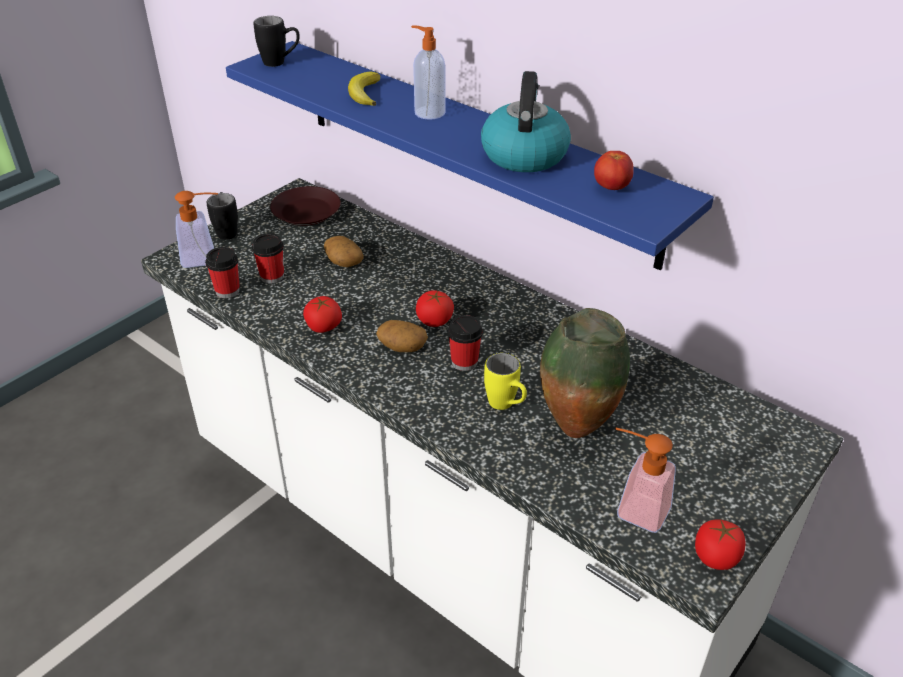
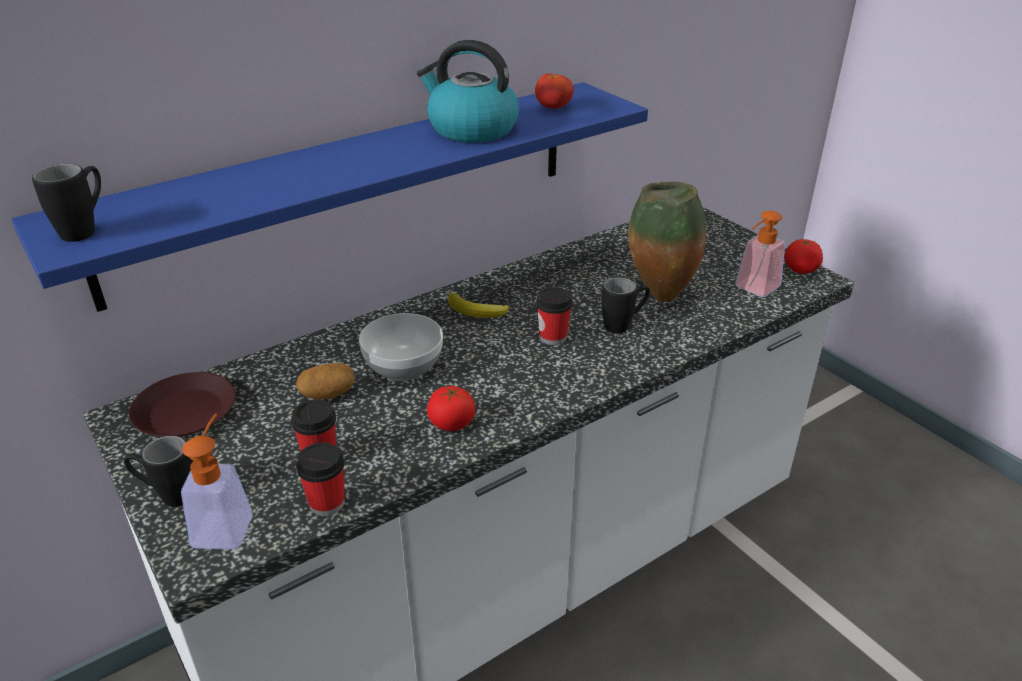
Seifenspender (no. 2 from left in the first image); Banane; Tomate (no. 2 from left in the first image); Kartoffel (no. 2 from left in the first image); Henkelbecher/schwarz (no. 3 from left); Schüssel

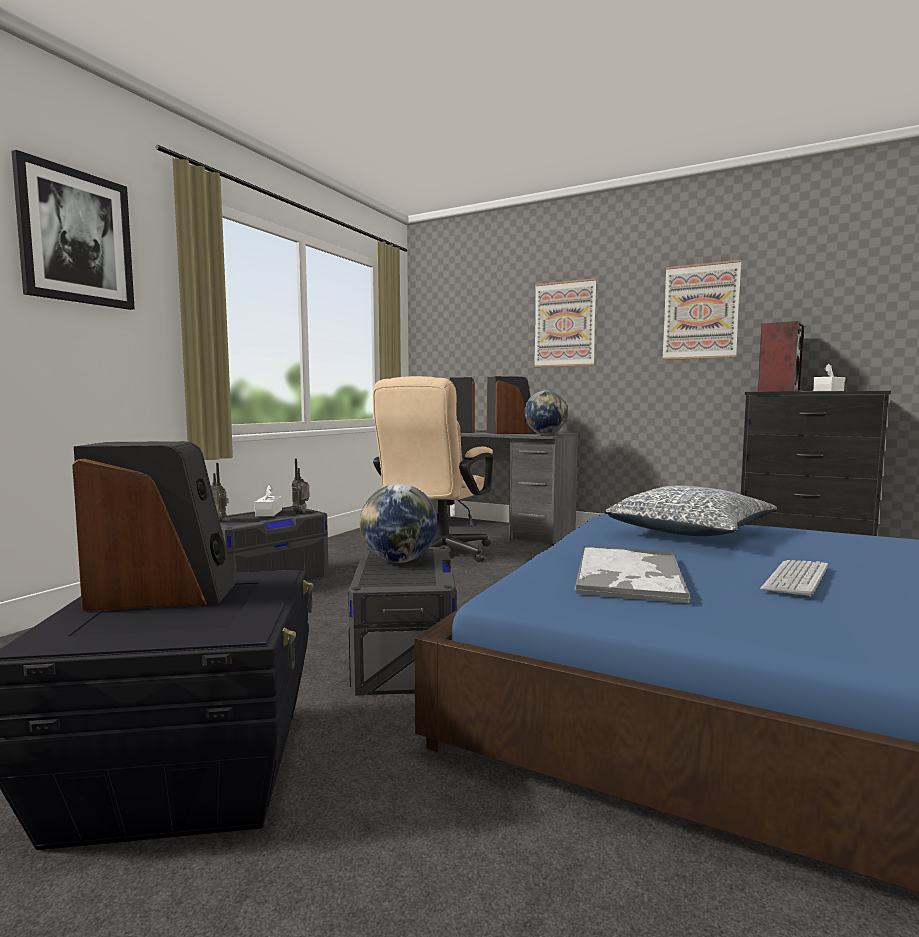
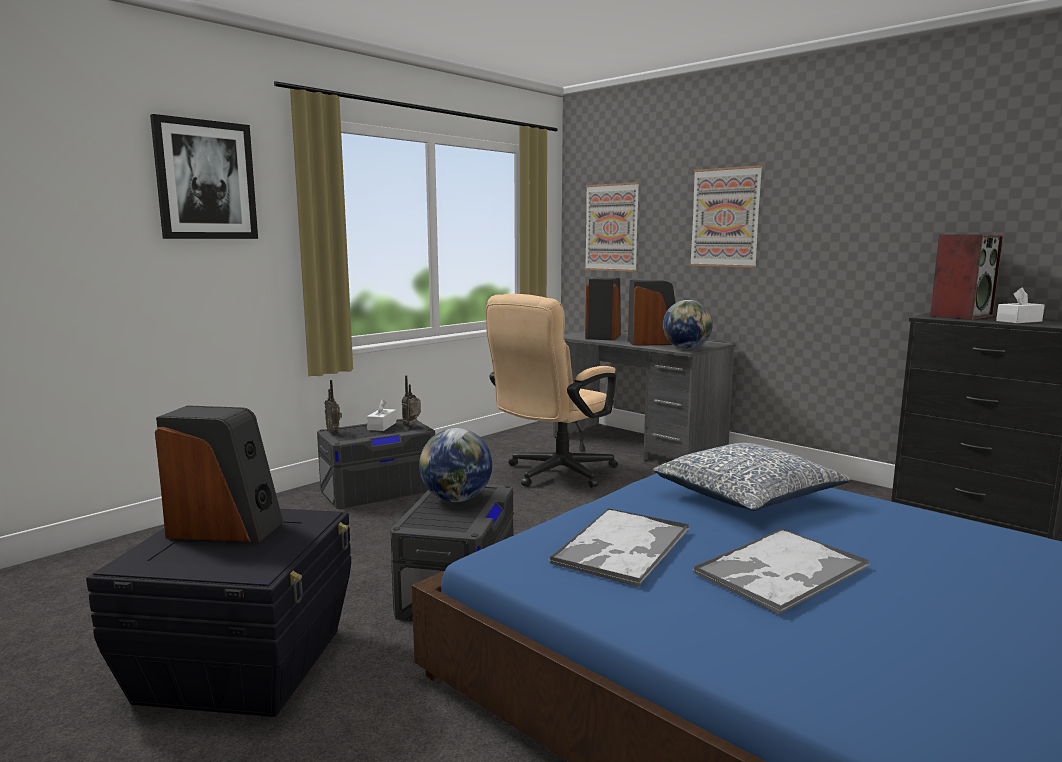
Bild (no. 2 from left); Tablett (no. 2 from left)

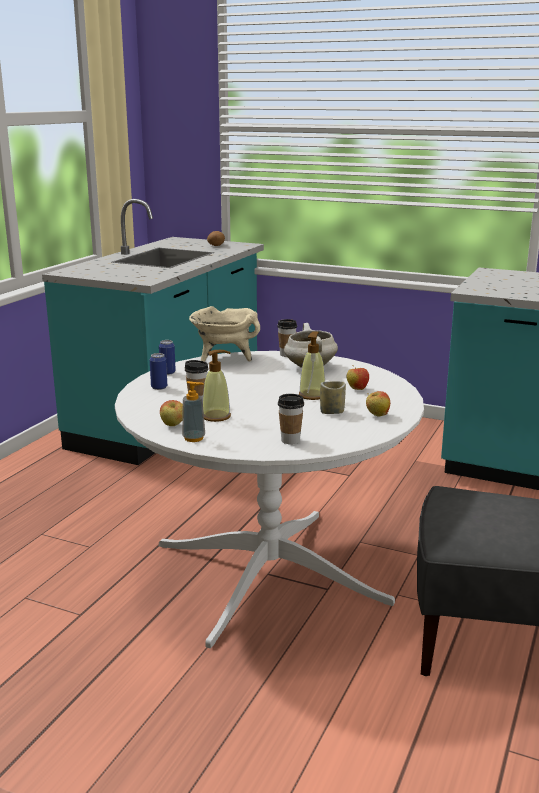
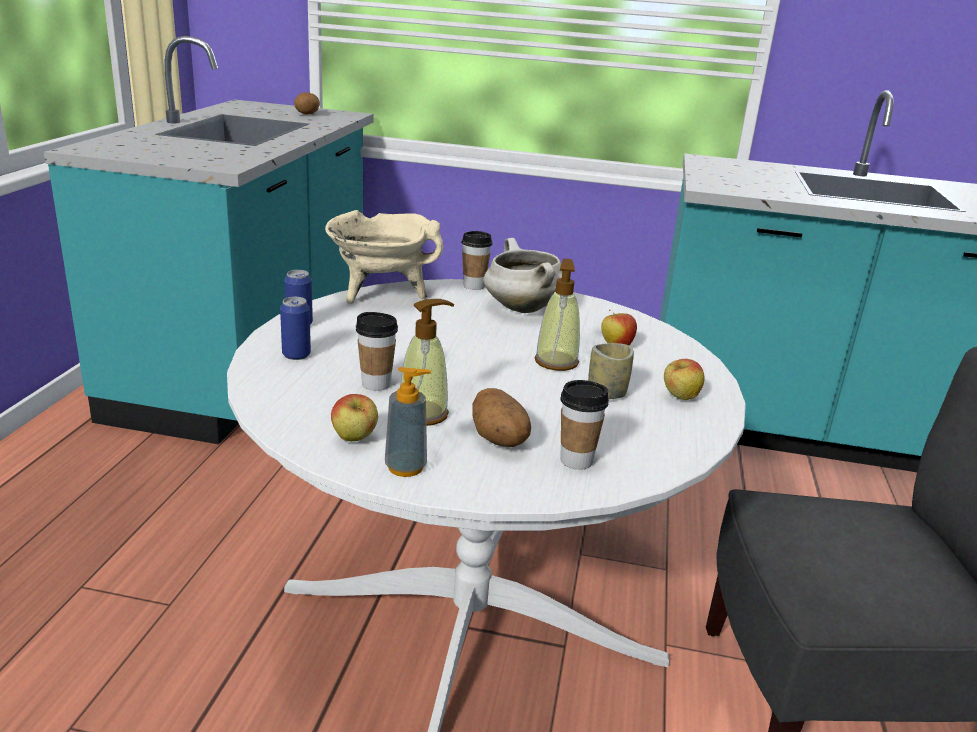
Kartoffel (no. 2 from left)

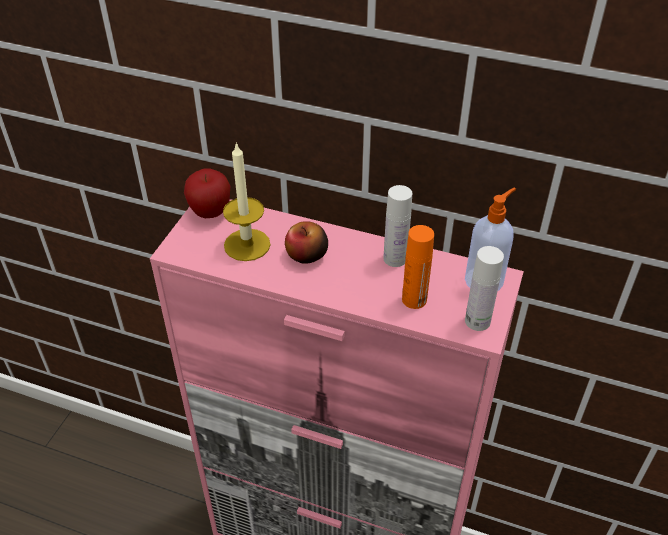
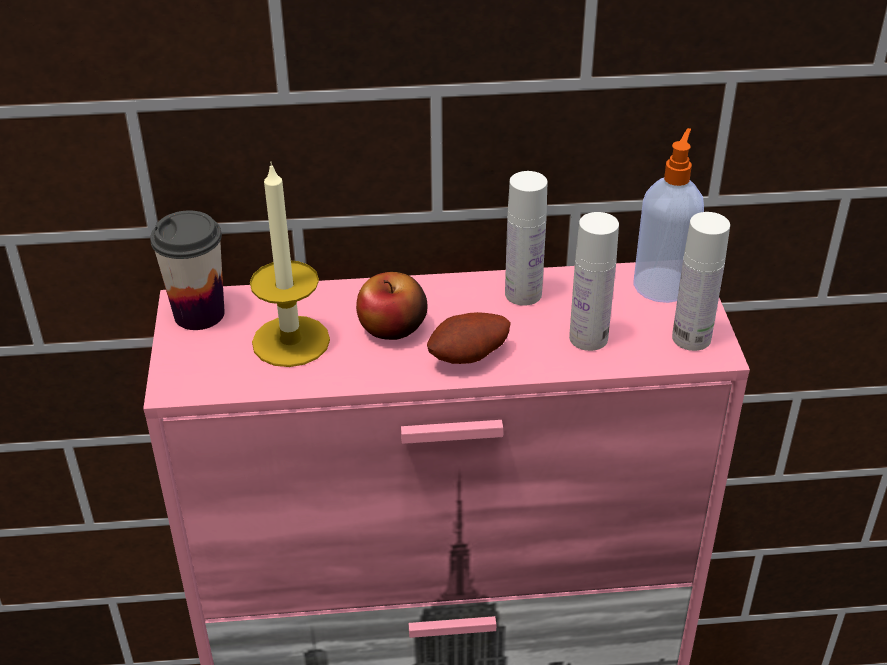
Tasse; Flasche/weiß (no. 2 from left); Kartoffel

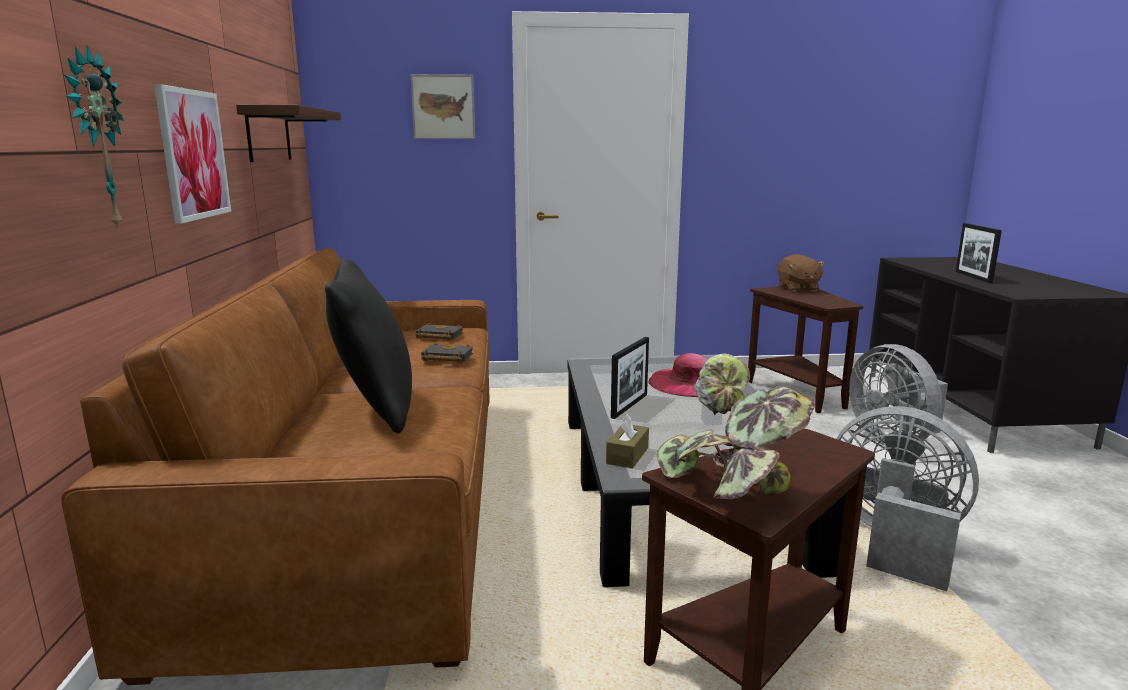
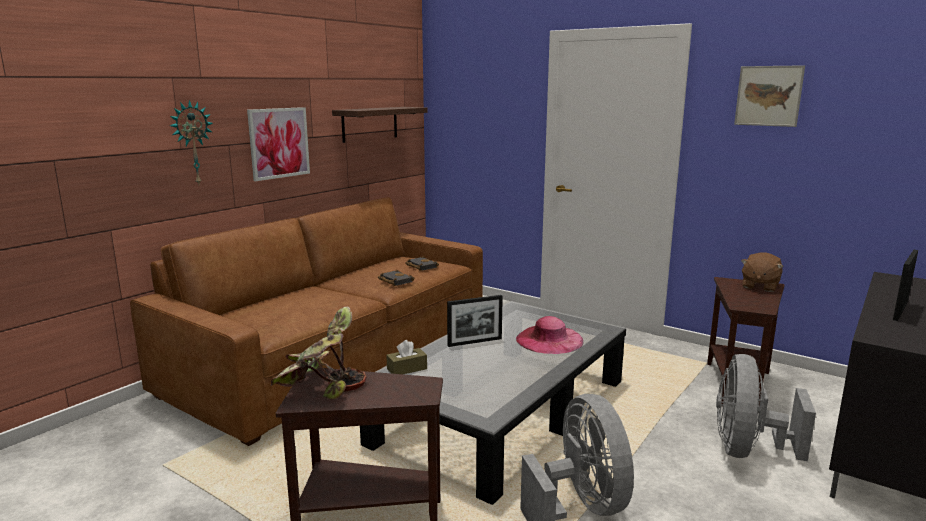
Bild (no. 2 from left); Kissen/schwarz

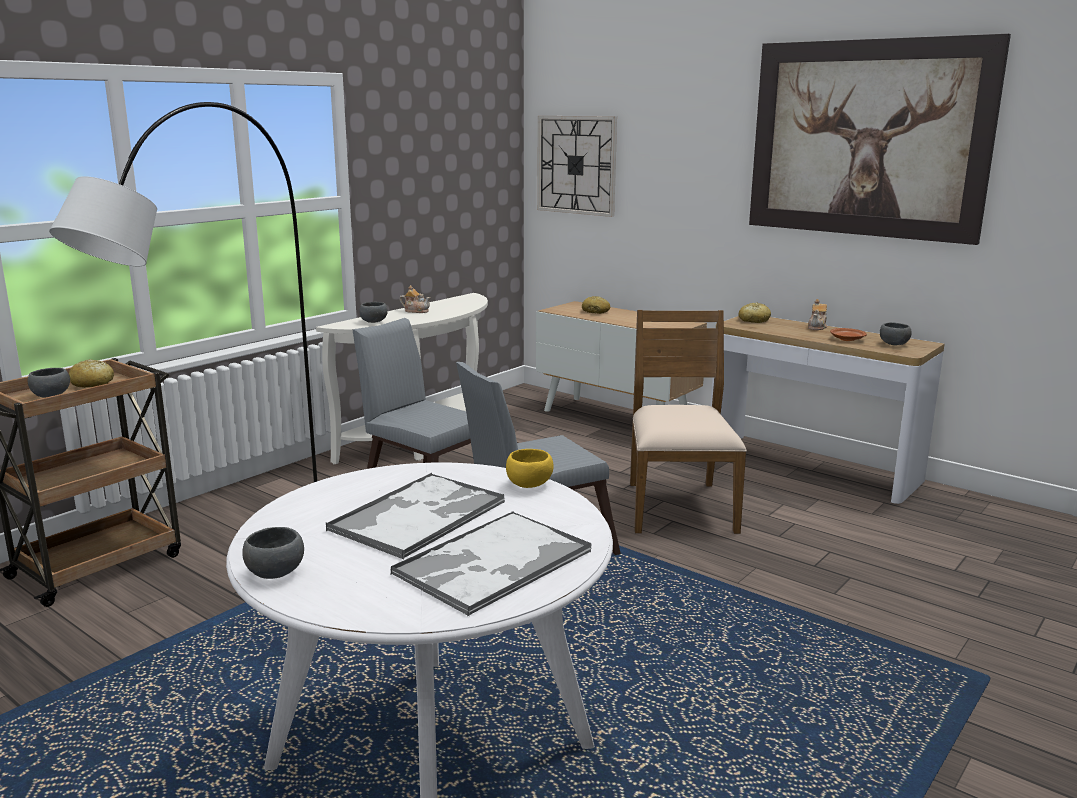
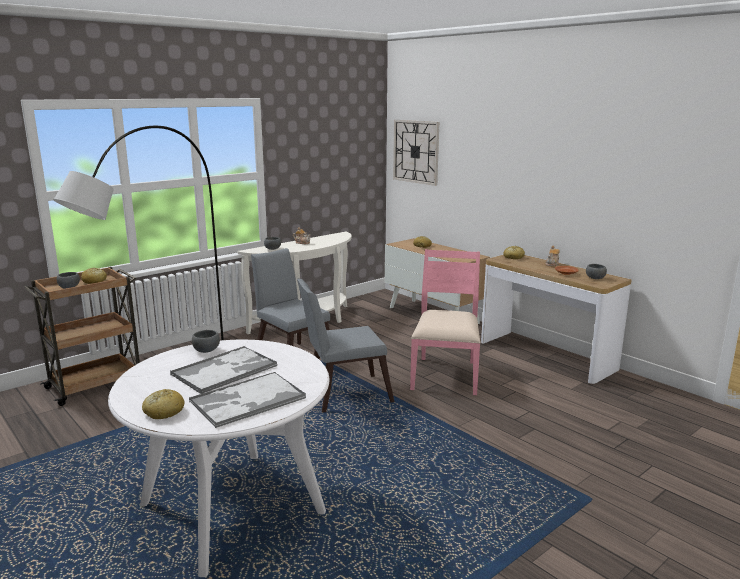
Bild; Stuhl/rosa; Schüssel/gelb; Schüssel/grau (no. 2 from left); Brot (no. 2 from left)

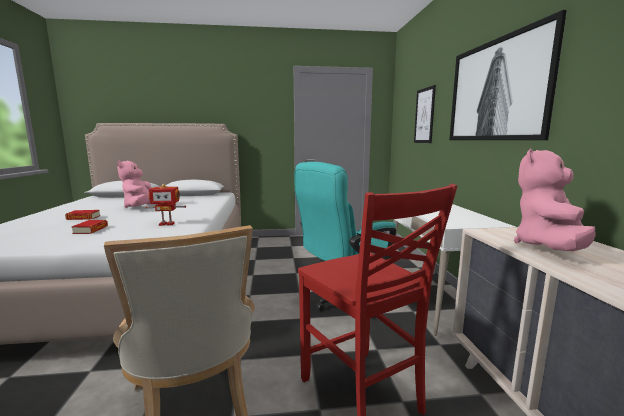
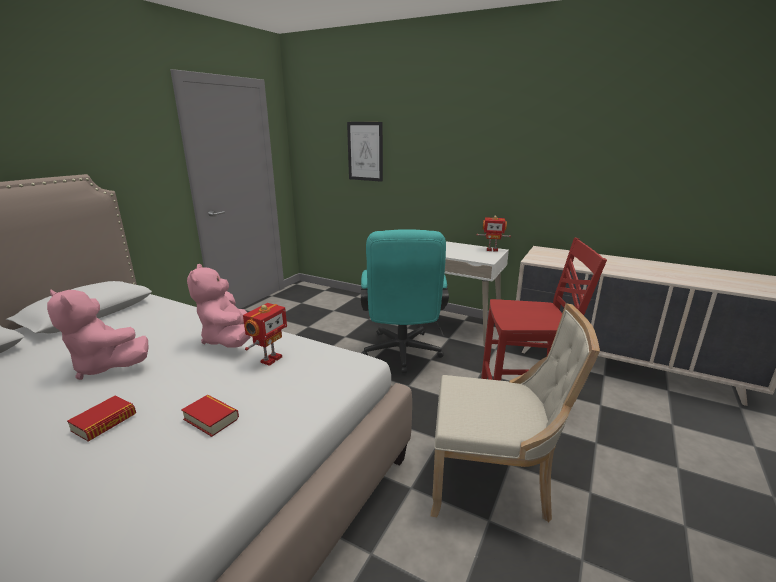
Bild (no. 2 from left in the first image); Plüschtier/rosa (no. 2 from left); Spielzeugroboter (no. 2 from left)

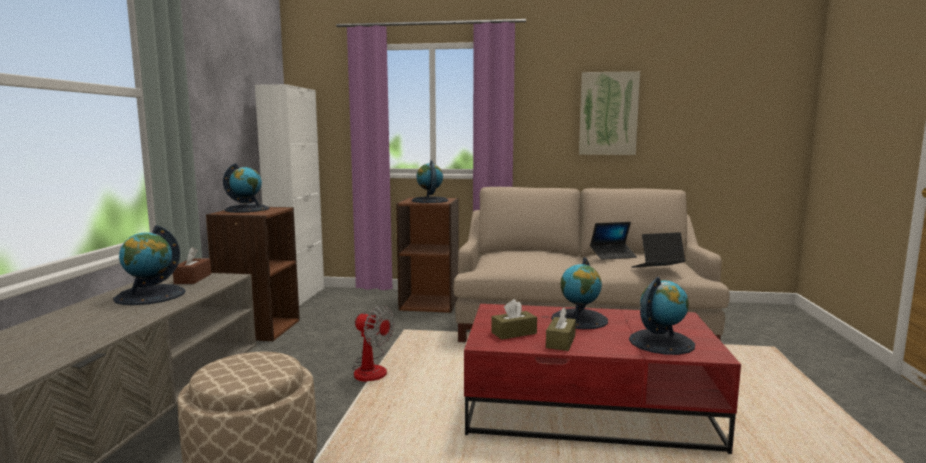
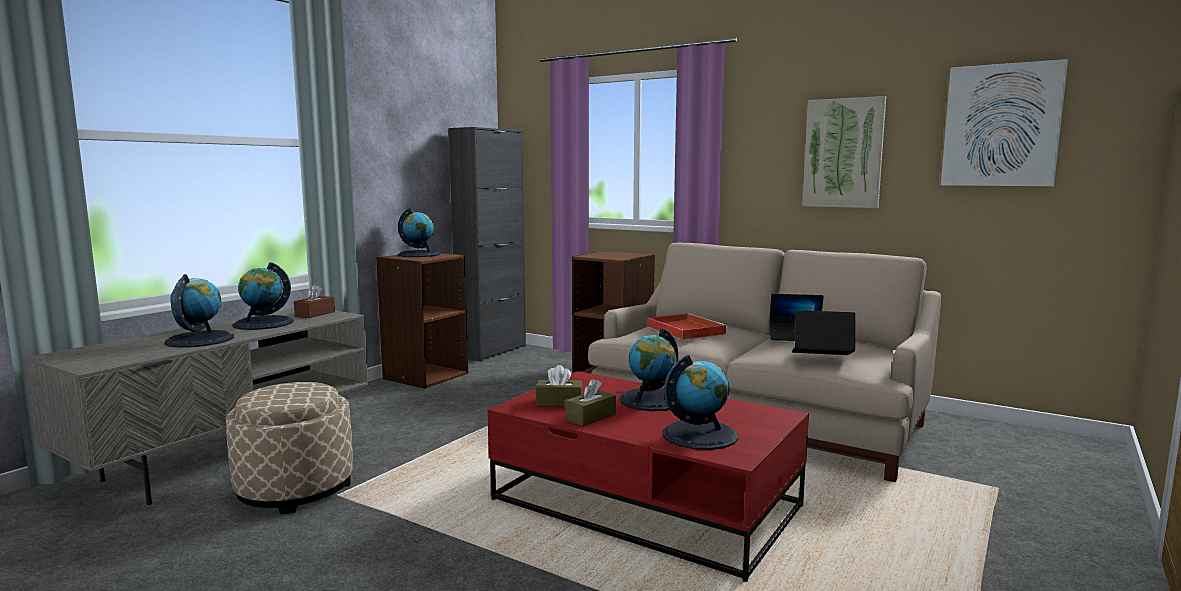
Schrank/schwarz; Globus (no. 1 from left); Ventilator; Bild (no. 2 from left); Tablett/rot

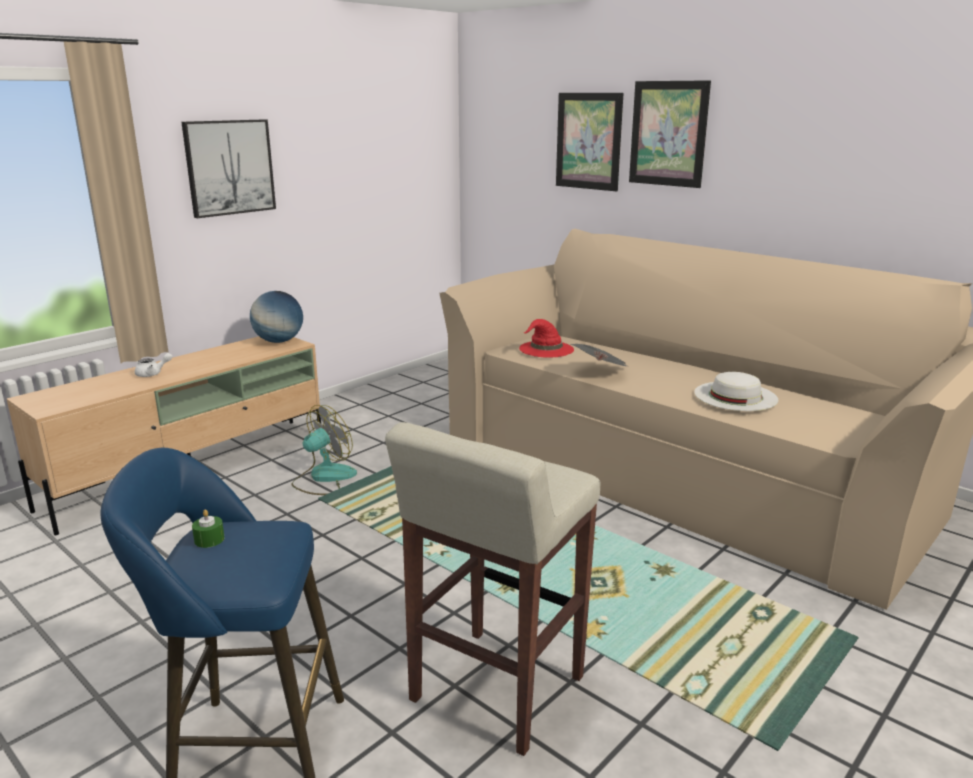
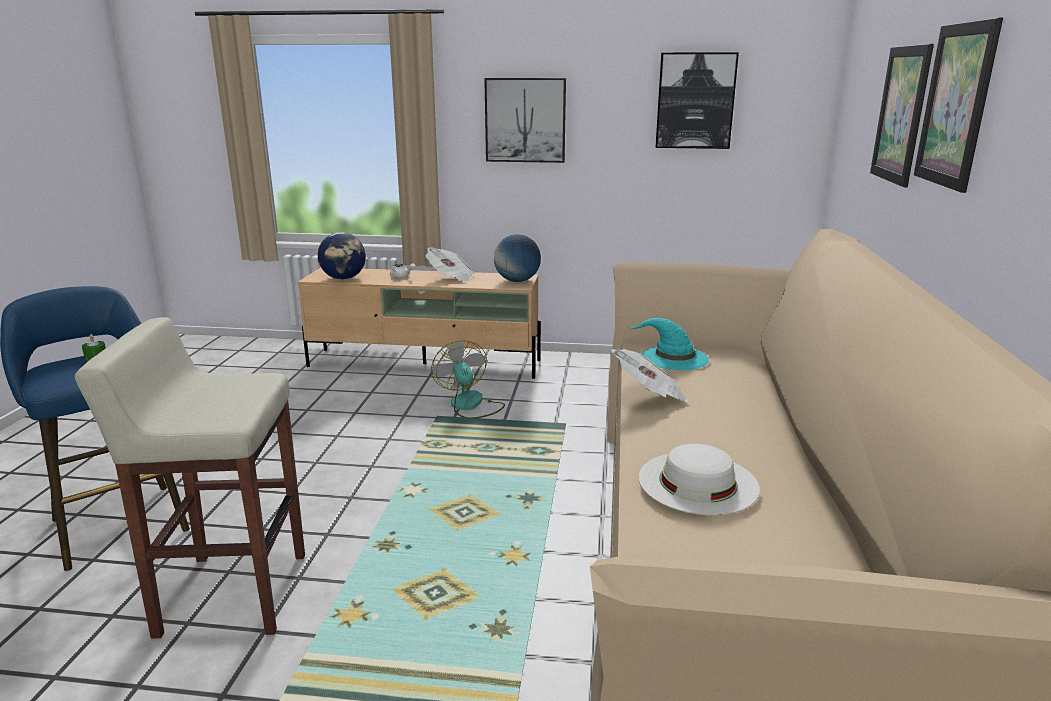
Hut/türkis; Ventilator; Bild (no. 2 from left); Globus (no. 1 from left); Zeitung (no. 1 from left)

